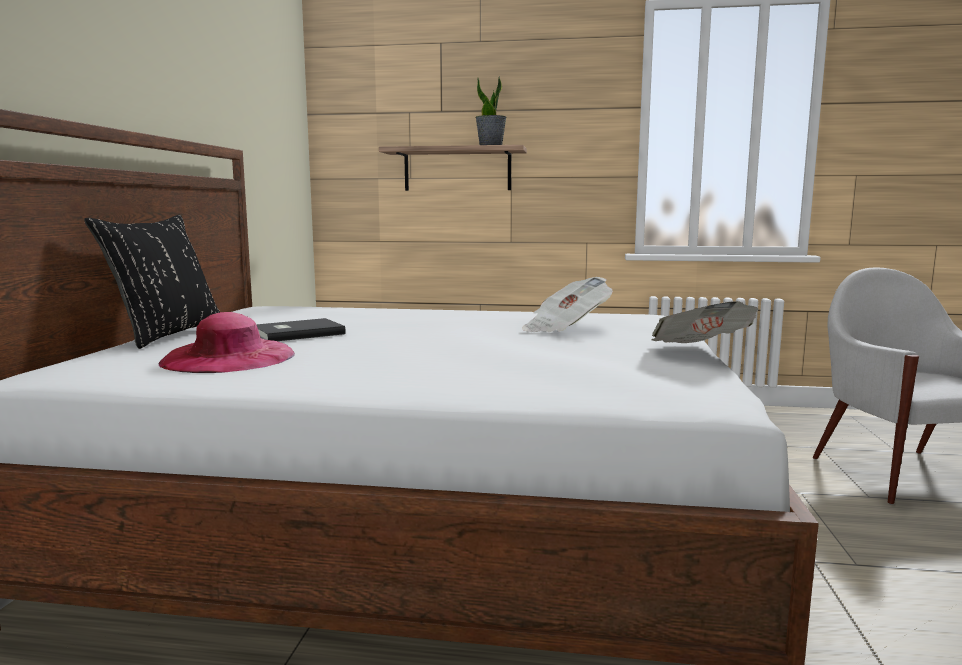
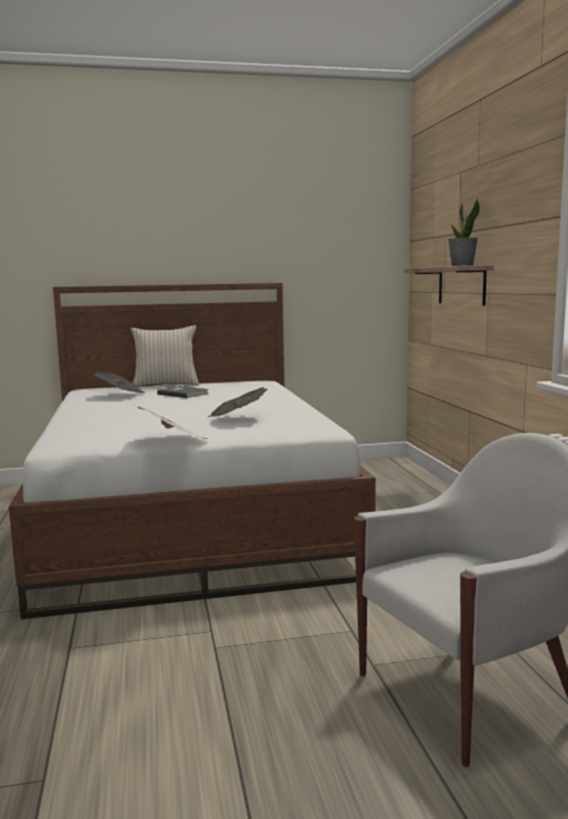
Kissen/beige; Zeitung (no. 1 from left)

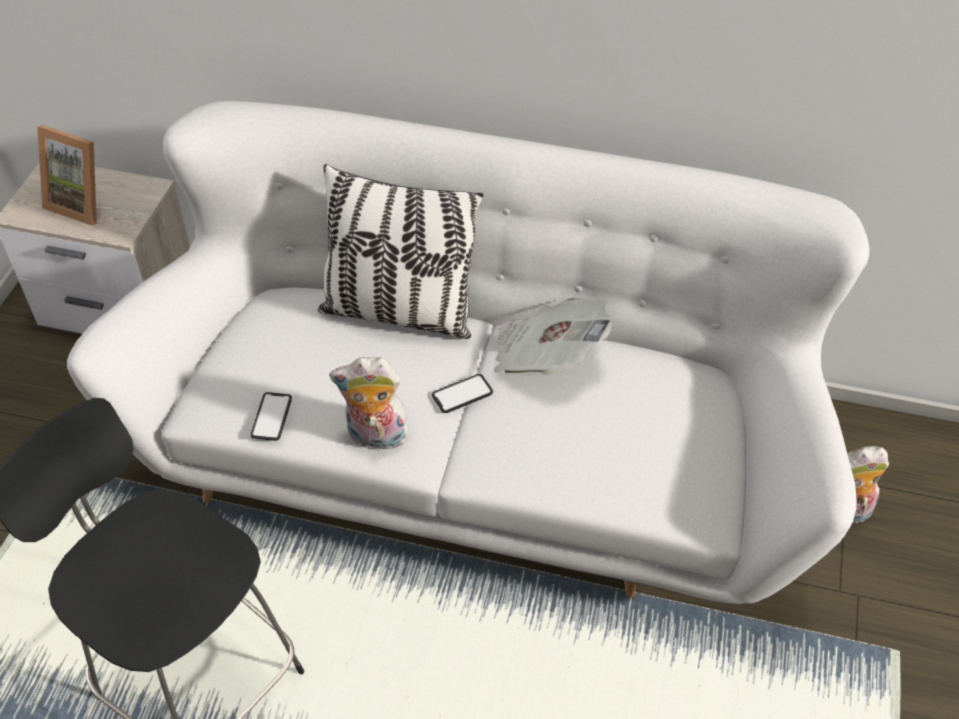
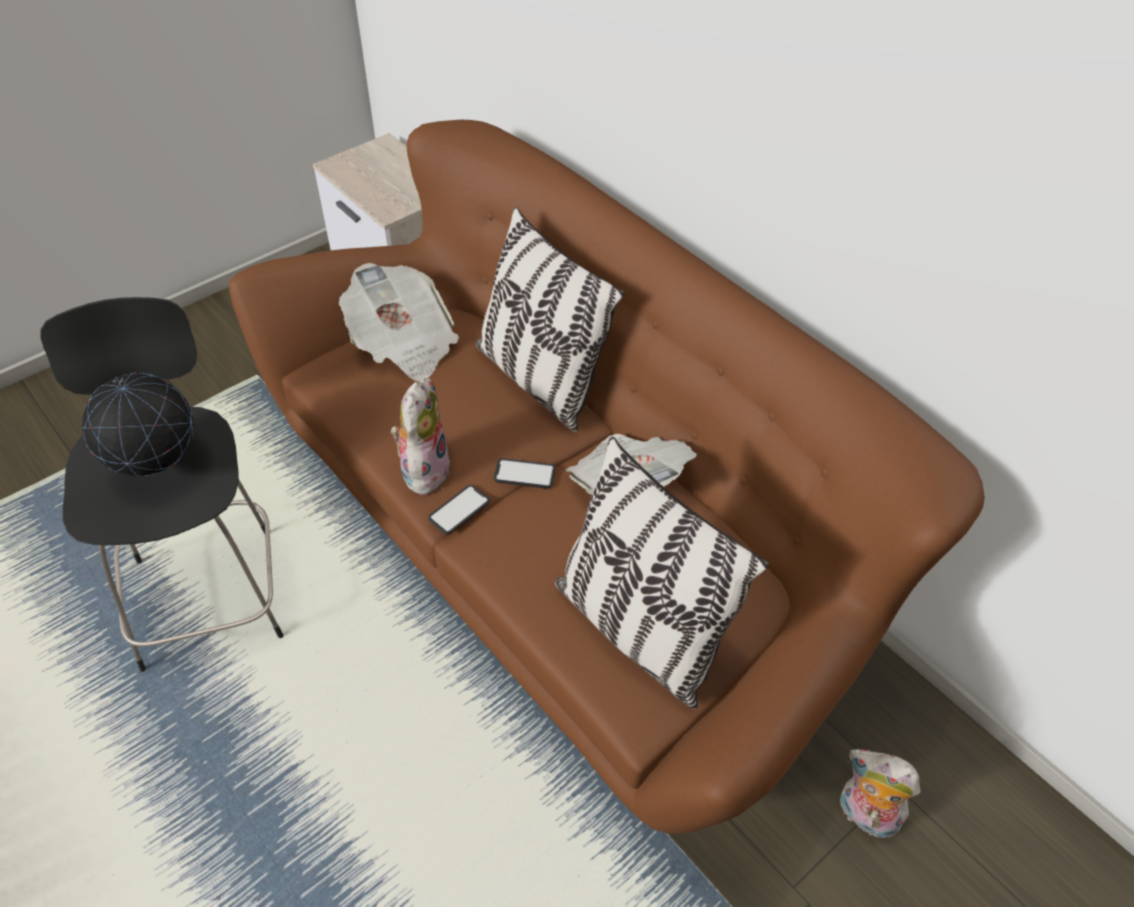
Sofa/braun; Bilderrahmen; Plüschtier (no. 1 from left); Handy (no. 1 from left); Zeitung (no. 1 from left); Globus; Kissen (no. 2 from left)

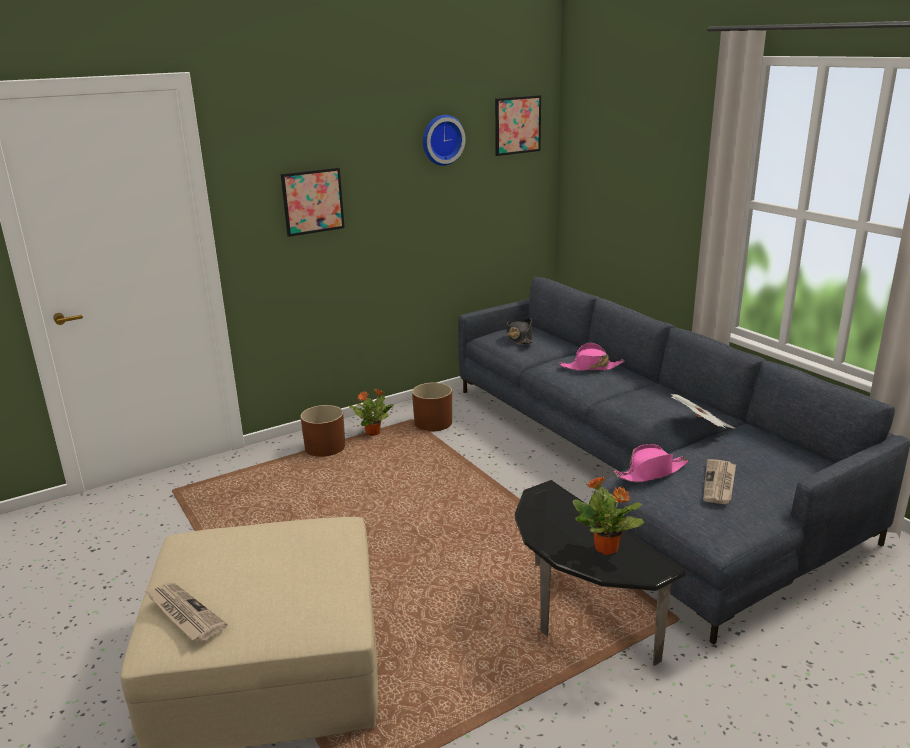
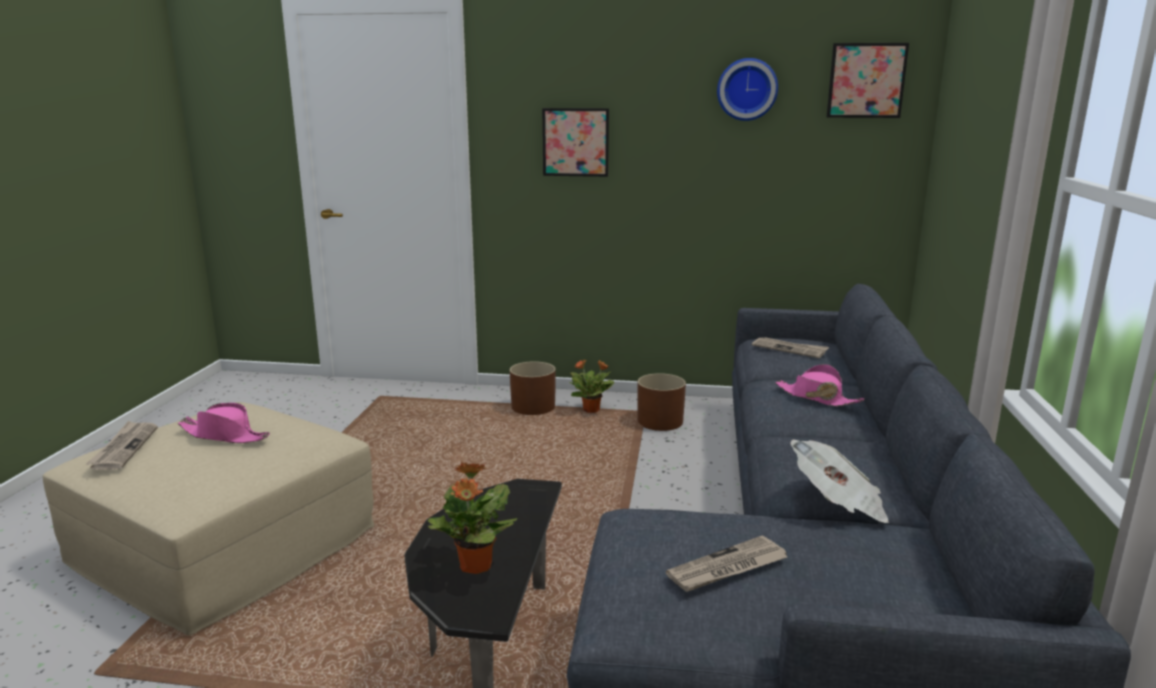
Zeitung (no. 3 from left); Hut/rosa (no. 1 from left)

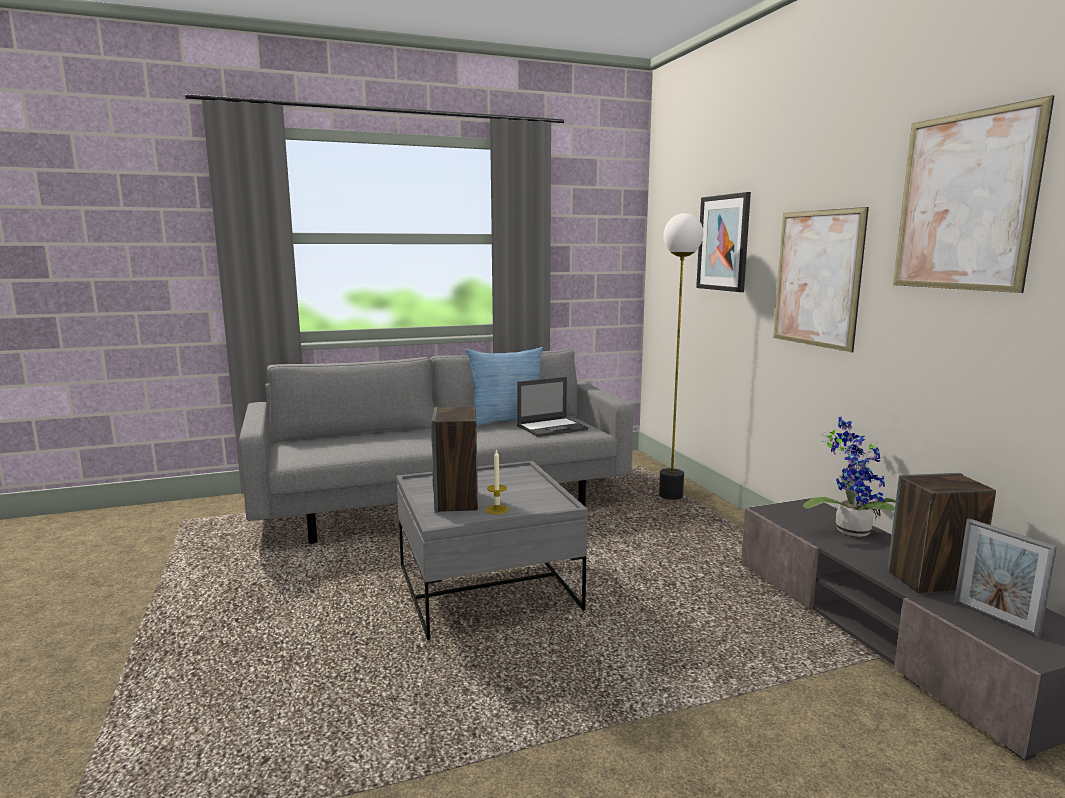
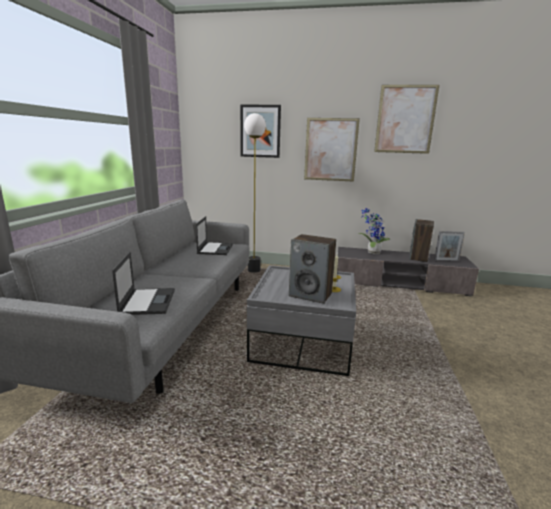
Kissen; Laptop (no. 1 from left)

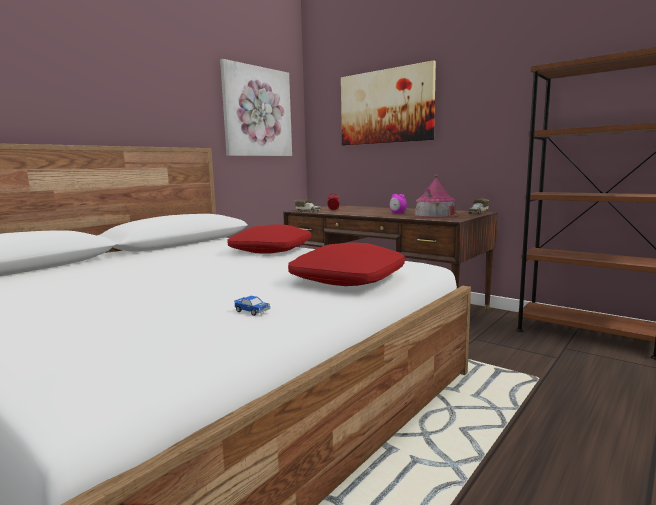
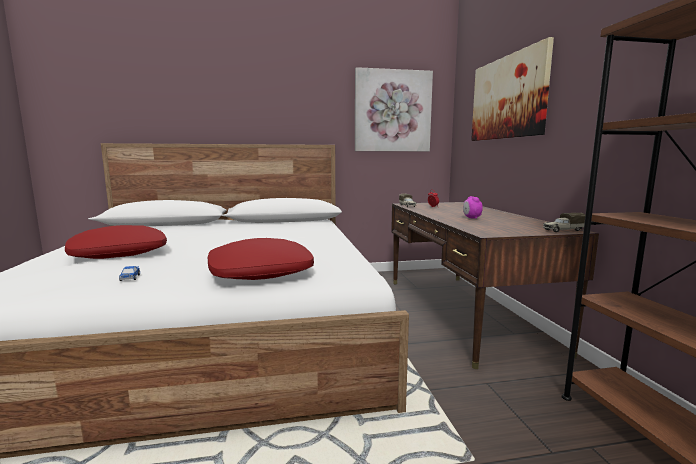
Spielzeughaus; Kissen/rot (no. 1 from left)

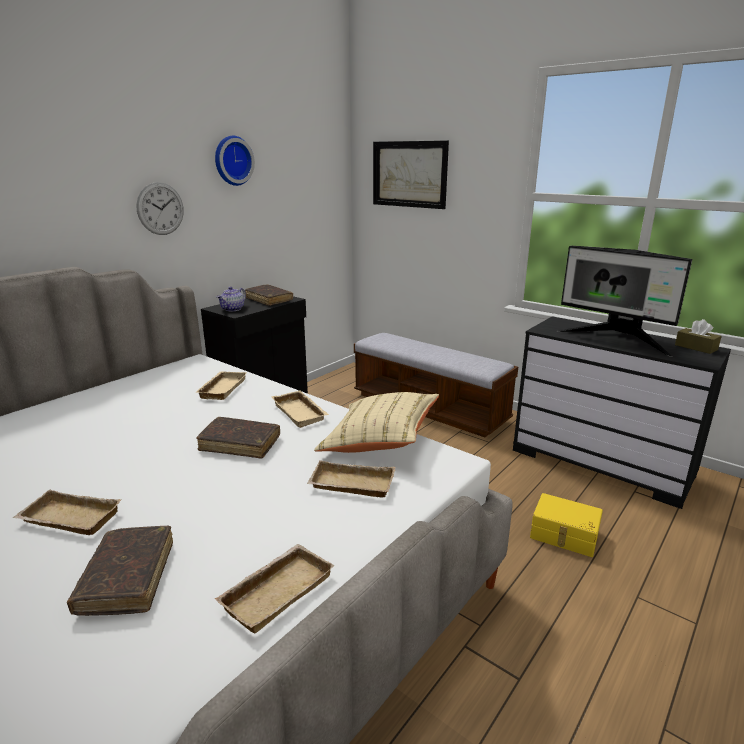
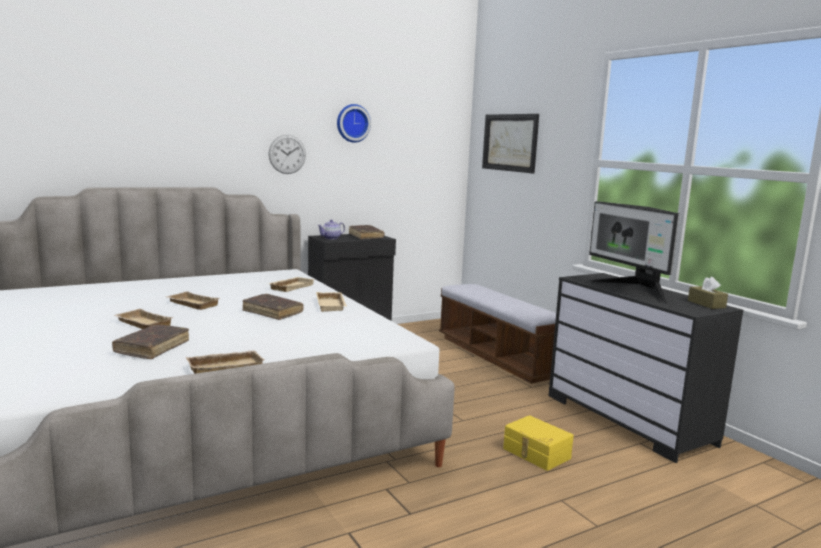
Kissen/beige; Tablett/beige (no. 2 from left)

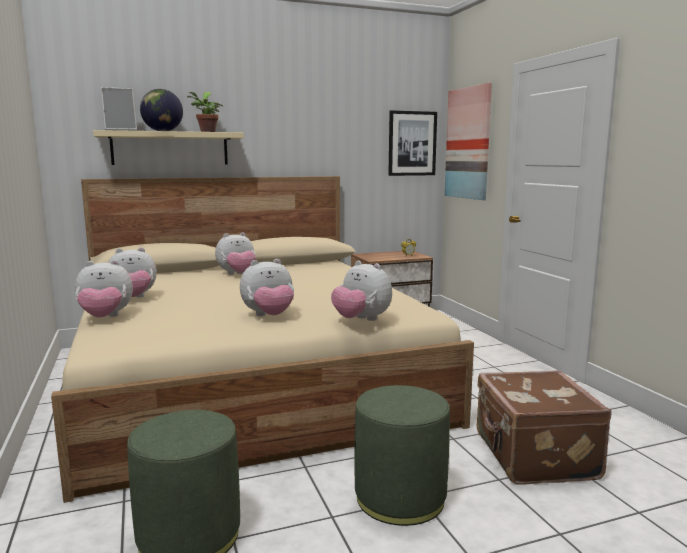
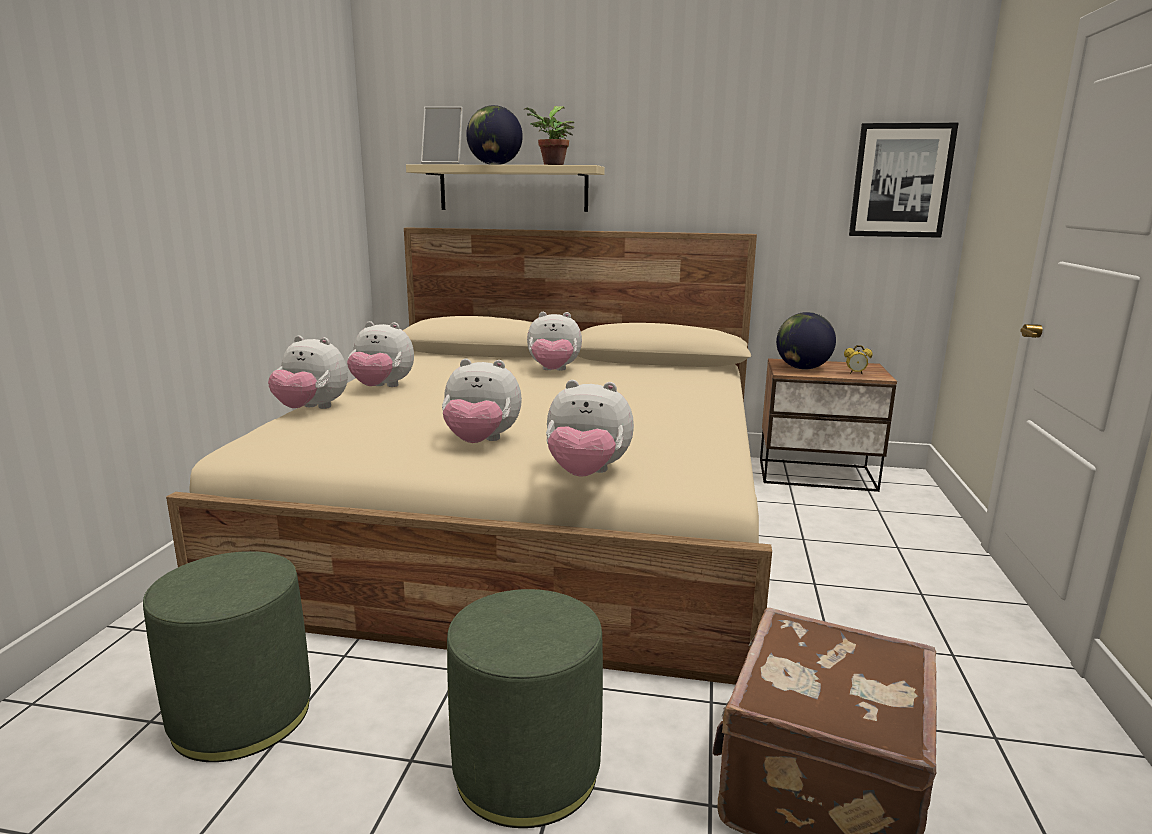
Bild (no. 2 from left in the first image); Plüschtier (no. 5 from left); Globus (no. 2 from left)

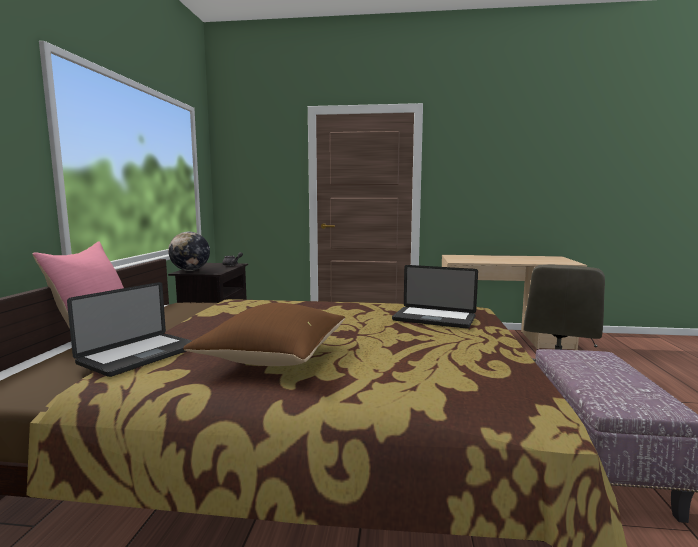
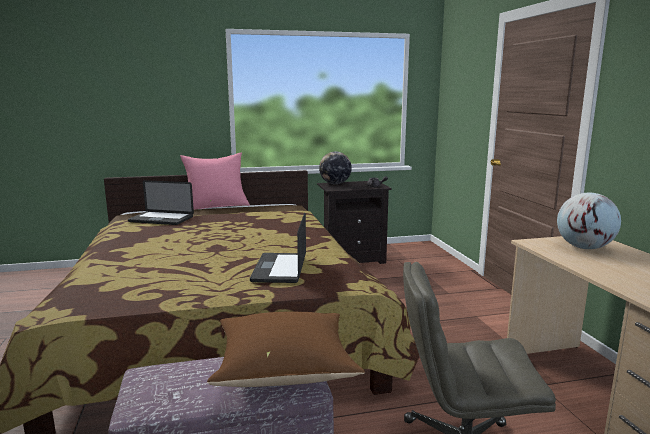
Kissen/braun; Globus (no. 2 from left)

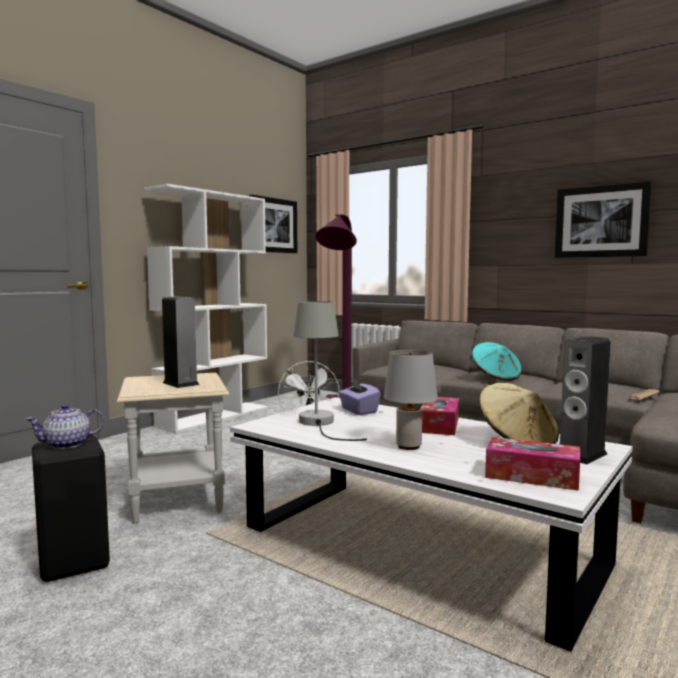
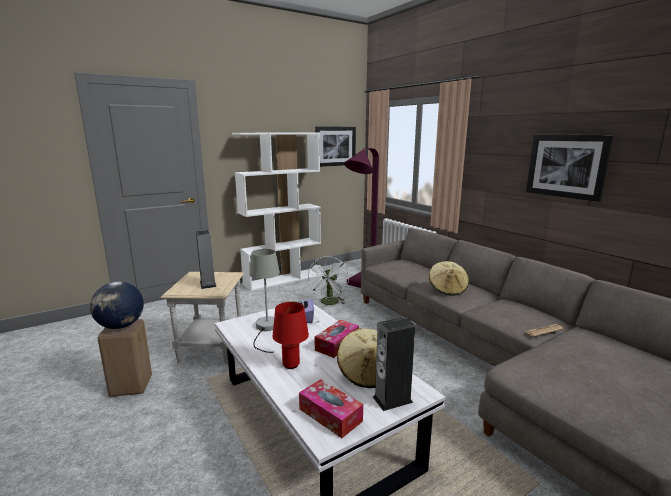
Hut/beige (no. 2 from left); Tischlampe/rot; Globus; Hocker/beige

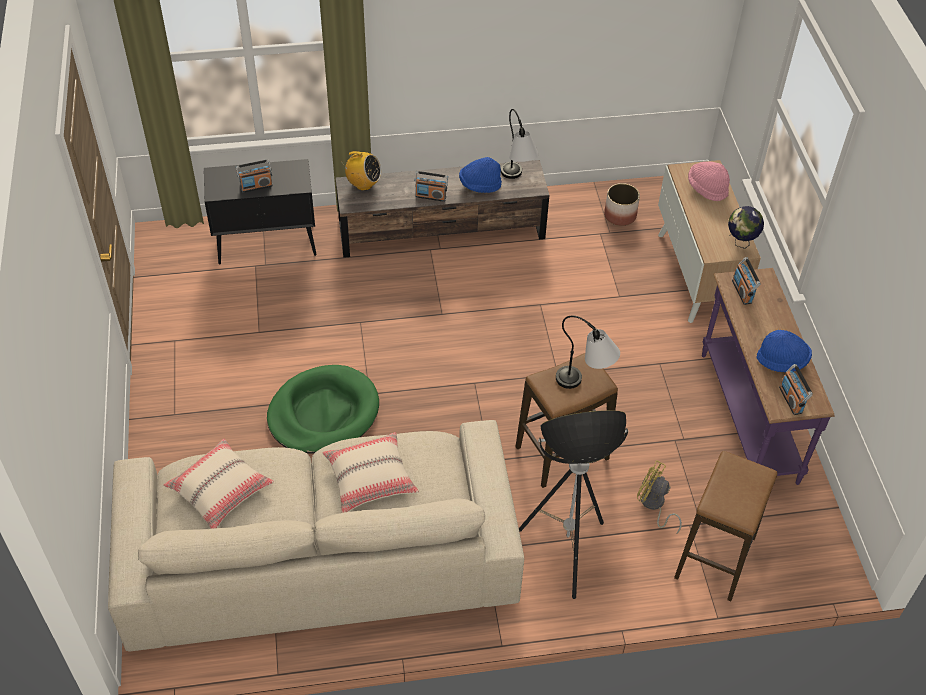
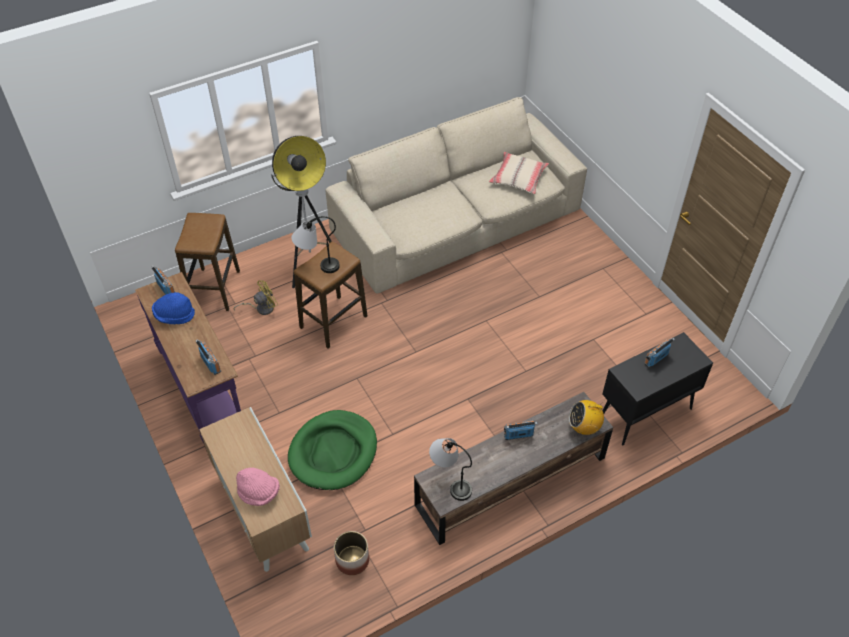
Hut/blau (no. 1 from left in the first image); Globus; Hundebett/grün; Kissen/beige (no. 2 from left in the first image); Ventilator/gelb

